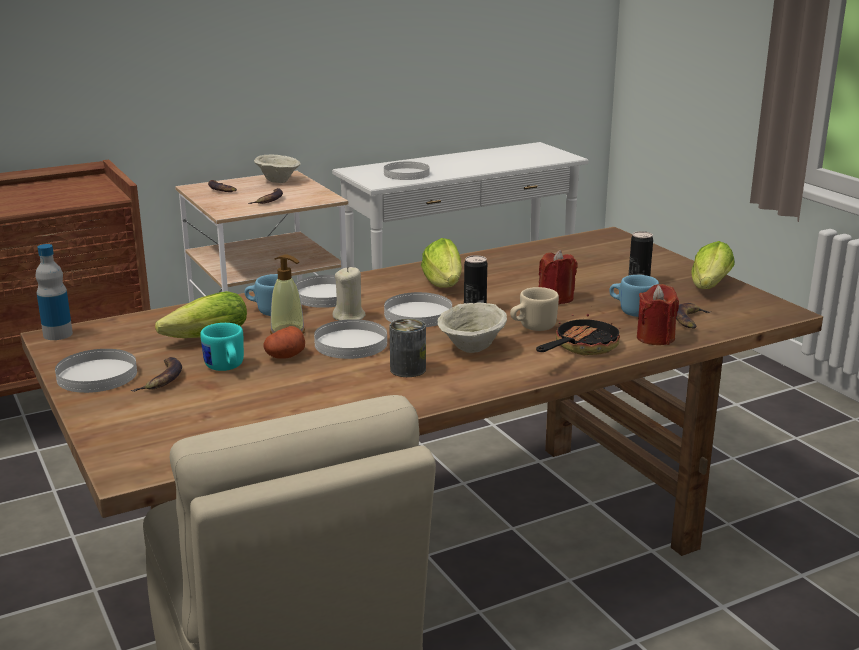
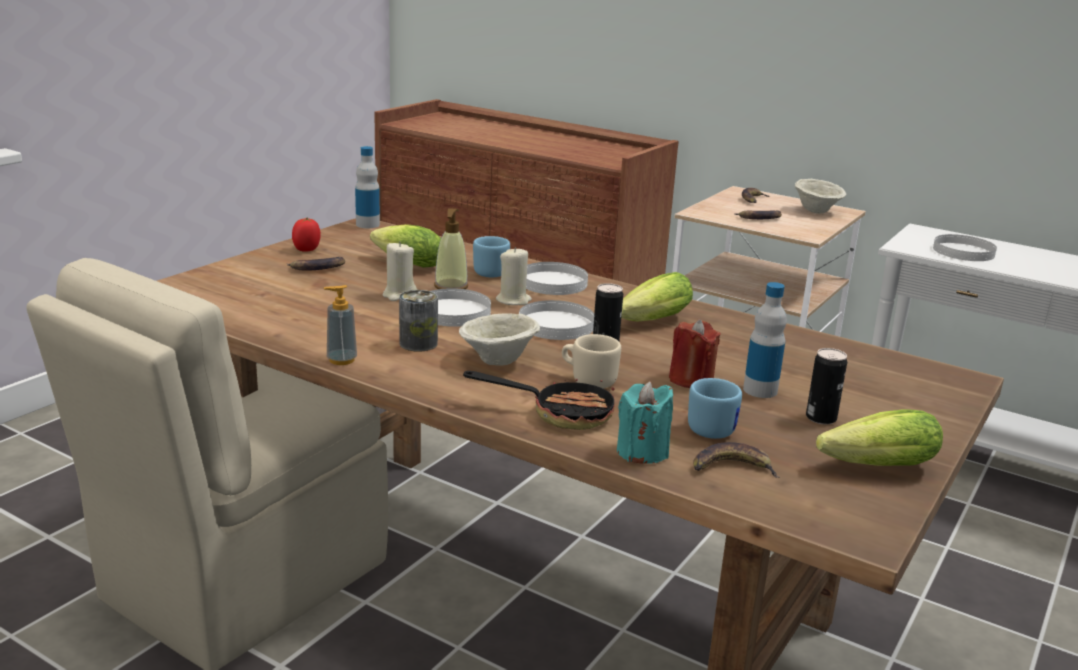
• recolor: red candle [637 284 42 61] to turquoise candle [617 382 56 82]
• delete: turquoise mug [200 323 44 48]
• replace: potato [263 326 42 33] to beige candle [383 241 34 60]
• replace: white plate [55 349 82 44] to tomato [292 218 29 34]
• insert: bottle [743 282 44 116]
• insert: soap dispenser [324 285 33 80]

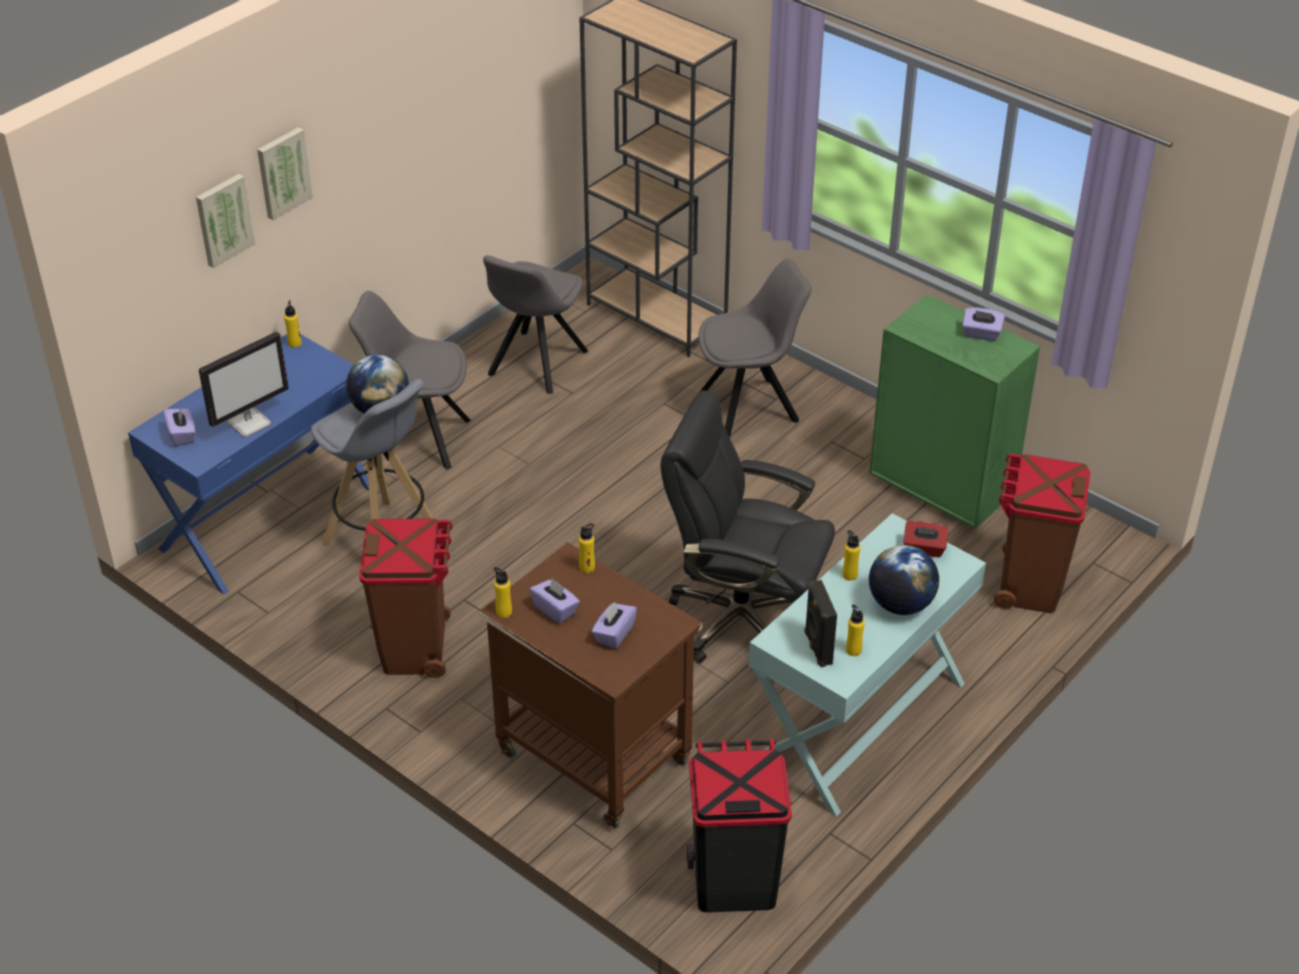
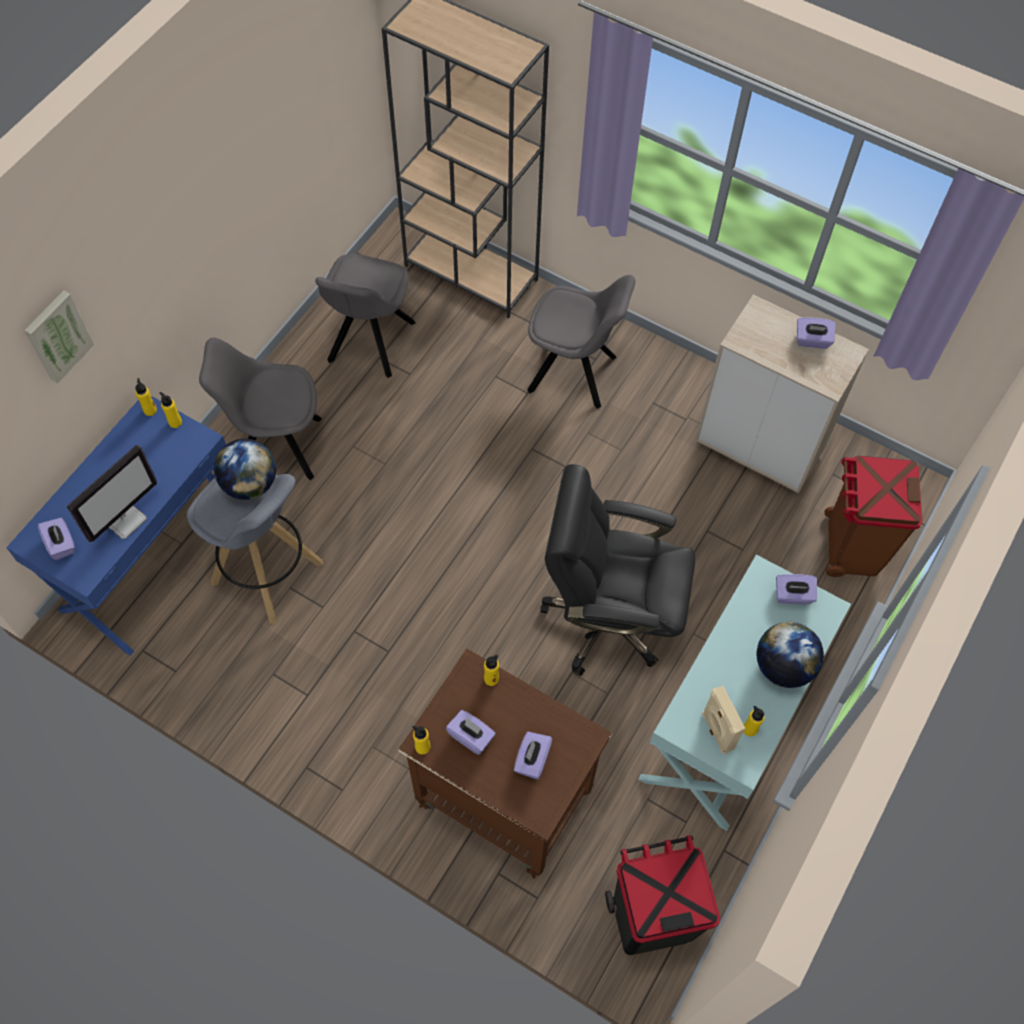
• delete: picture [257 127 56 93]
• rotate: grey chair [699 259 113 179] = [527 275 108 134] 45 degrees clockwise
• recolor: green cabinet [869 294 171 235] to beige cabinet [695 295 174 198]
• delete: brown trash can [359 518 94 160]
• recolor: red tissue box [903 521 46 36] to purple tissue box [776 574 41 30]
• move: yellow bottle [842 530 18 51] to [160 392 22 36]
• recolor: black speaker [804 580 33 87] to beige speaker [702 686 43 68]

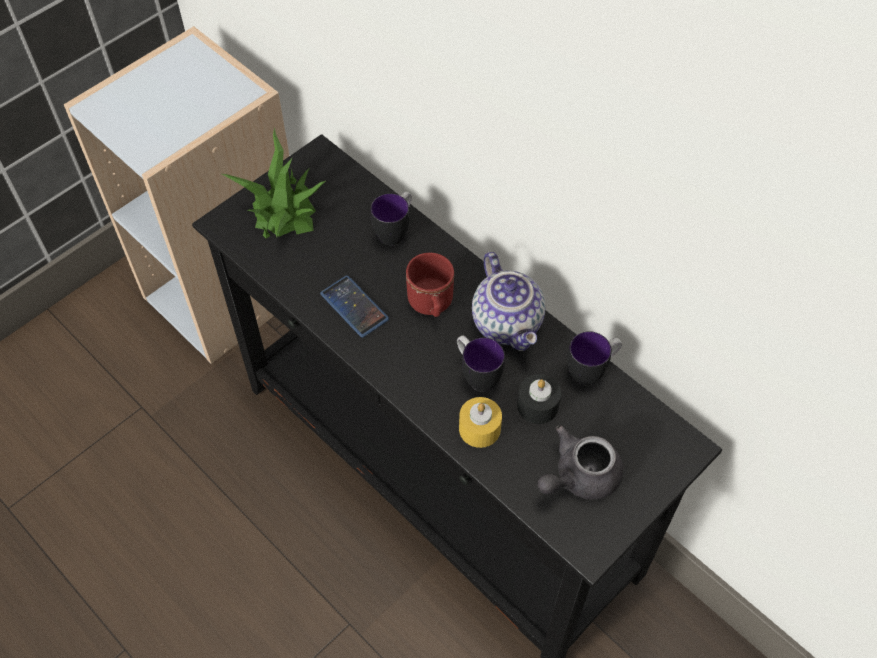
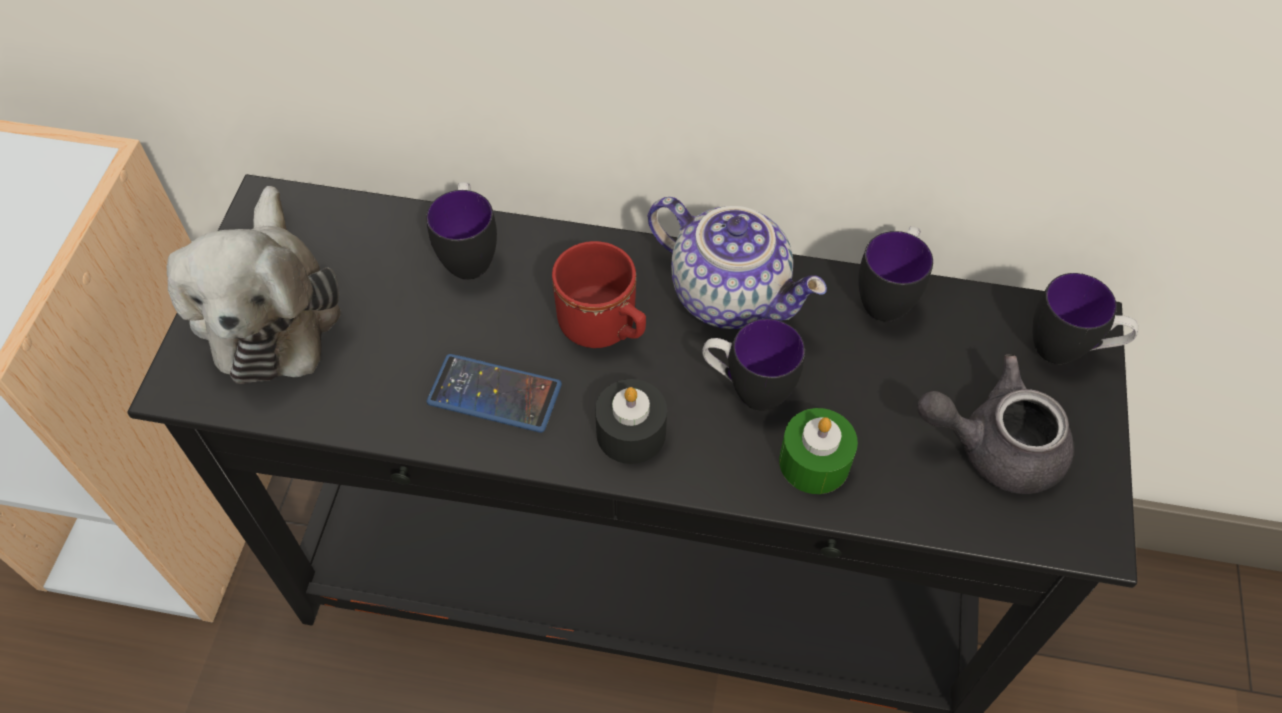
• replace: potted plant [222 128 104 110] to plush toy [167 186 174 198]
• move: black candle [517 374 44 50] to [595 379 72 85]
• recolor: yellow candle [459 397 43 51] to green candle [779 408 79 86]
• rotate: grey teapot [537 425 86 74] = [917 354 157 140] 75 degrees clockwise
• insert: mug [1033 273 105 91]

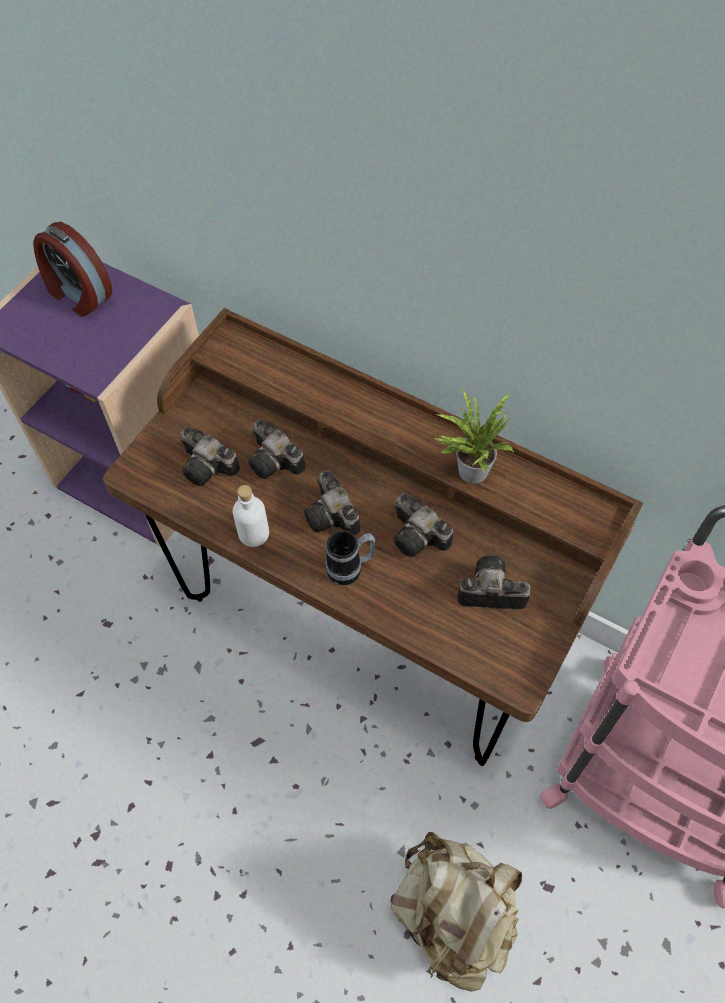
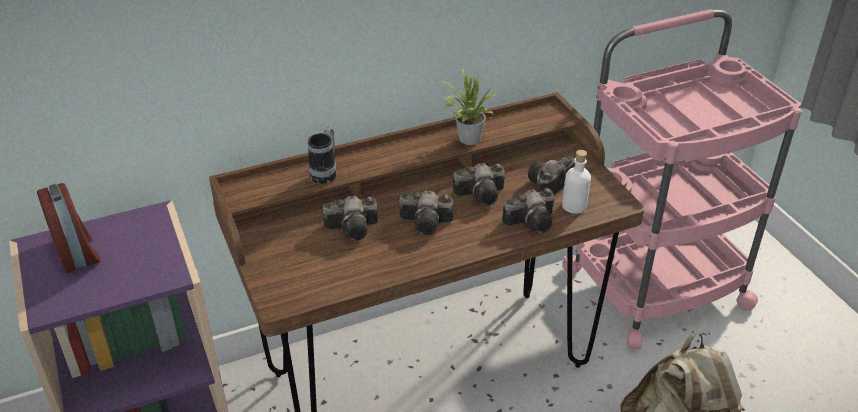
• rotate: alarm clock [33 222 79 95] = [37 183 64 90] 105 degrees counterclockwise
• move: photo camera [180 427 60 59] to [502 188 52 45]
• move: white bottle [233 485 36 62] to [562 150 29 64]
• move: mug [326 530 49 55] to [308 127 28 57]

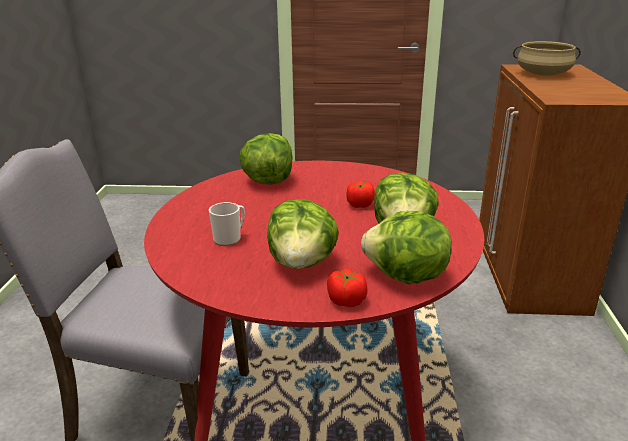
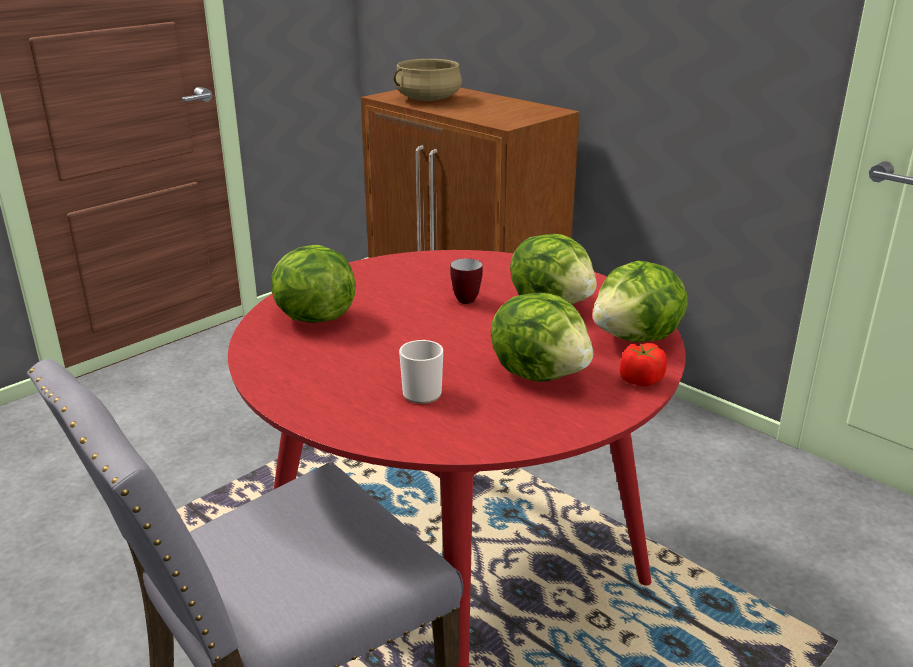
• replace: tomato [346 180 29 28] to mug [450 258 33 46]

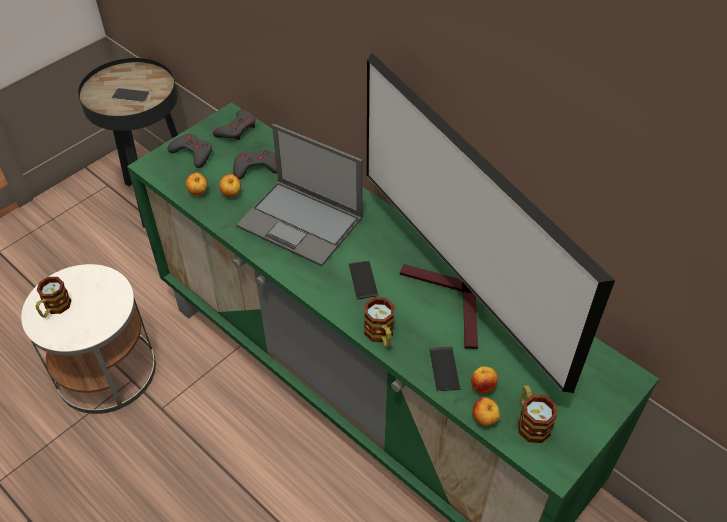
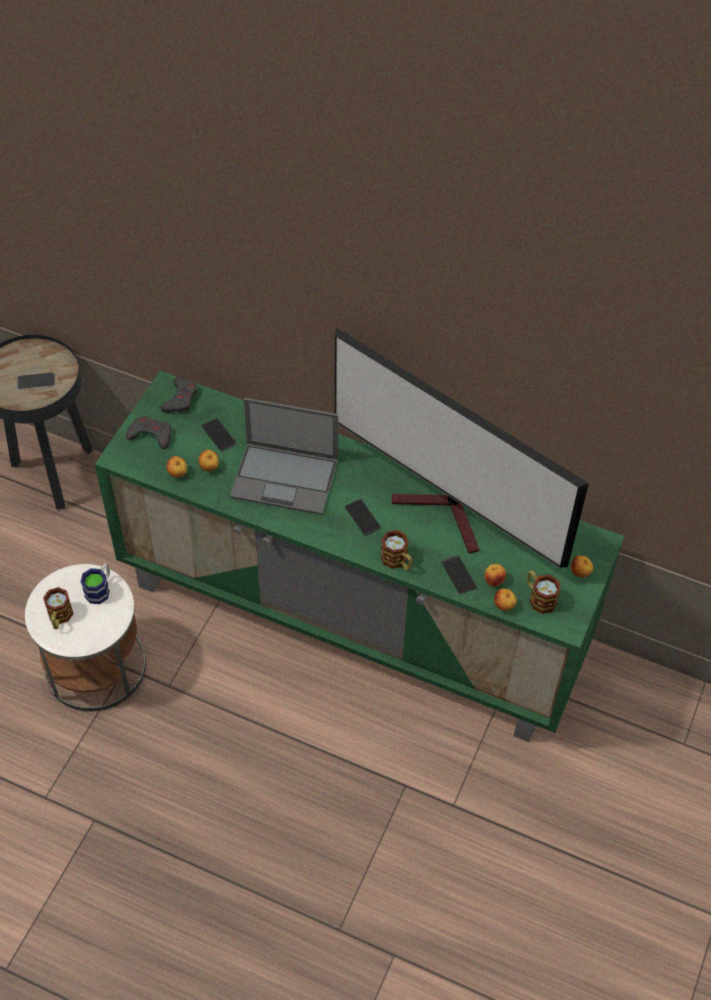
• replace: grey game controller [233 150 44 29] to phone [201 418 36 34]
• insert: apple [571 556 22 22]
• insert: mug [81 563 29 41]

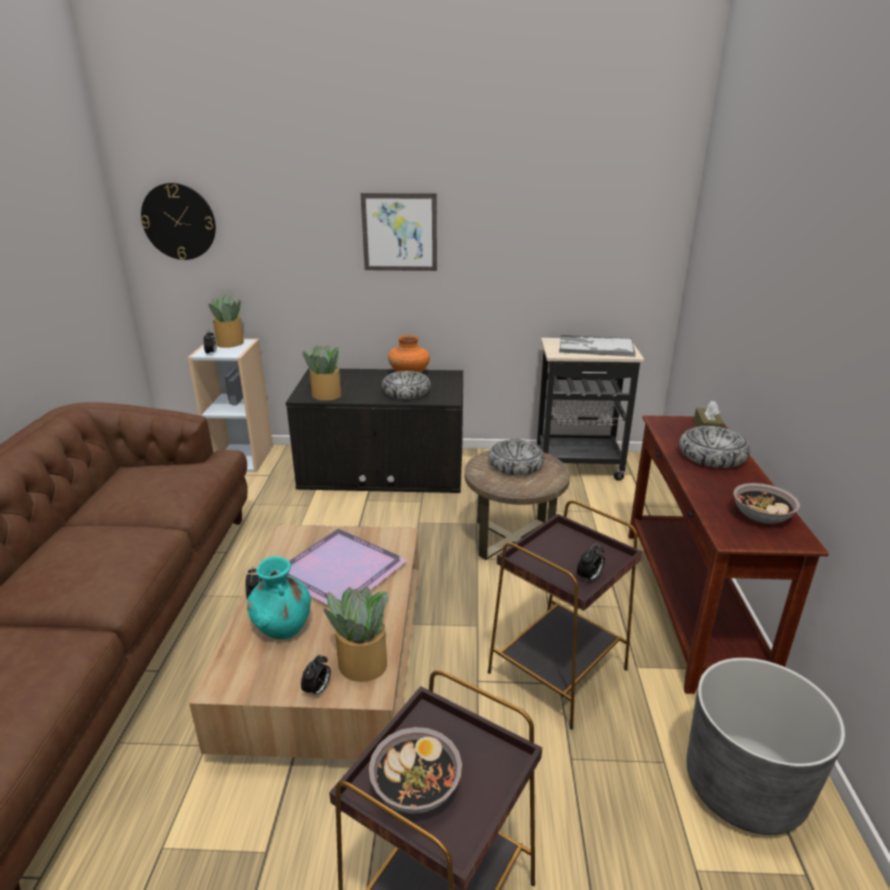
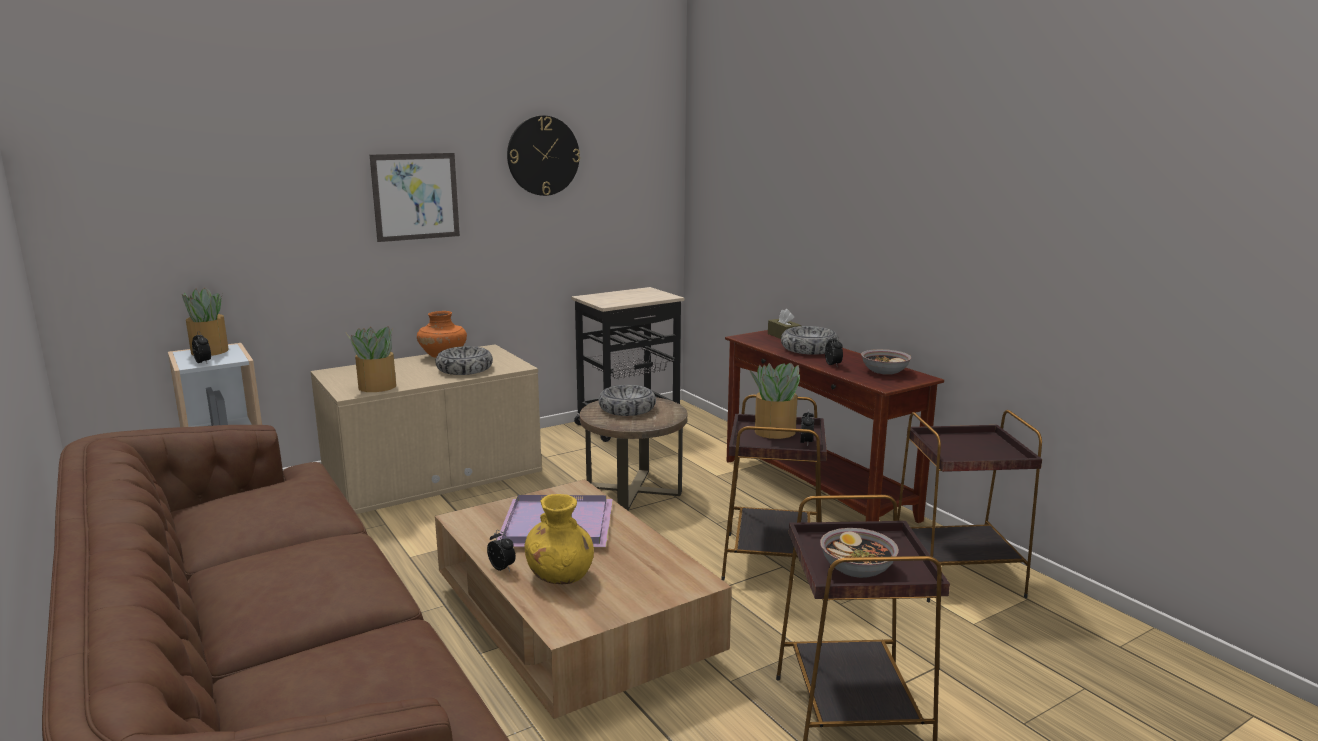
• move: wall clock [141 183 75 77] to [507 116 73 80]
• delete: tray [559 335 77 22]
• recolor: black cabinet [286 368 177 125] to beige cabinet [311 344 231 170]
• recolor: turquoise vase [247 556 64 83] to yellow vase [524 494 70 90]
• move: potted plant [324 587 64 95] to [750 363 50 76]
• move: alarm clock [301 654 30 44] to [825 335 18 30]
• replace: grey planter [687 658 158 177] to brown side table [897 410 145 192]

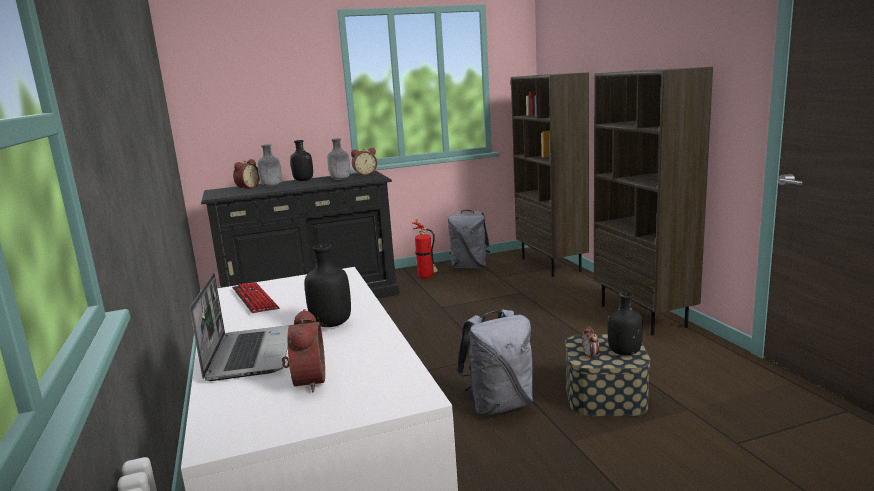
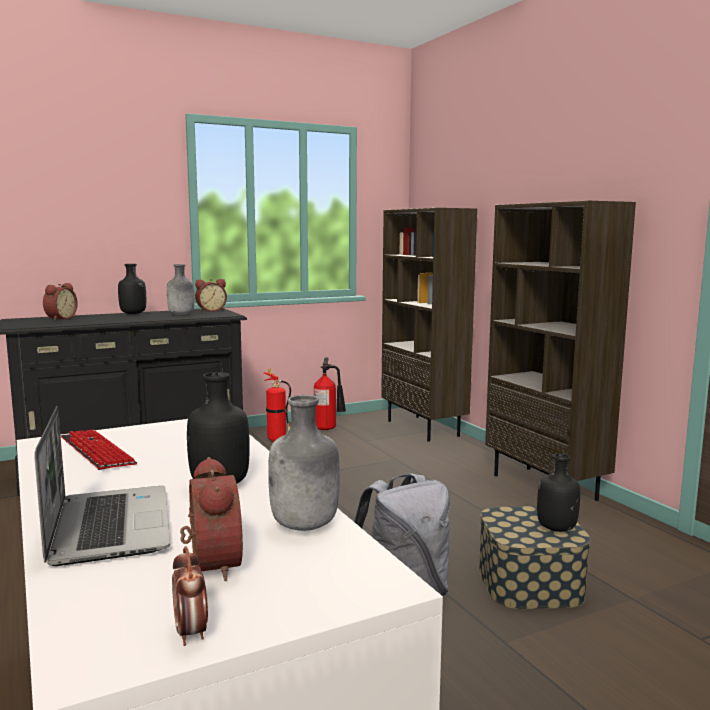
• move: grey bottle [258 144 24 43] to [268 395 71 136]
• replace: grey backpack [448 210 42 58] to fire extinguisher [314 357 32 73]
• move: alarm clock [582 326 17 33] to [172 546 36 100]

